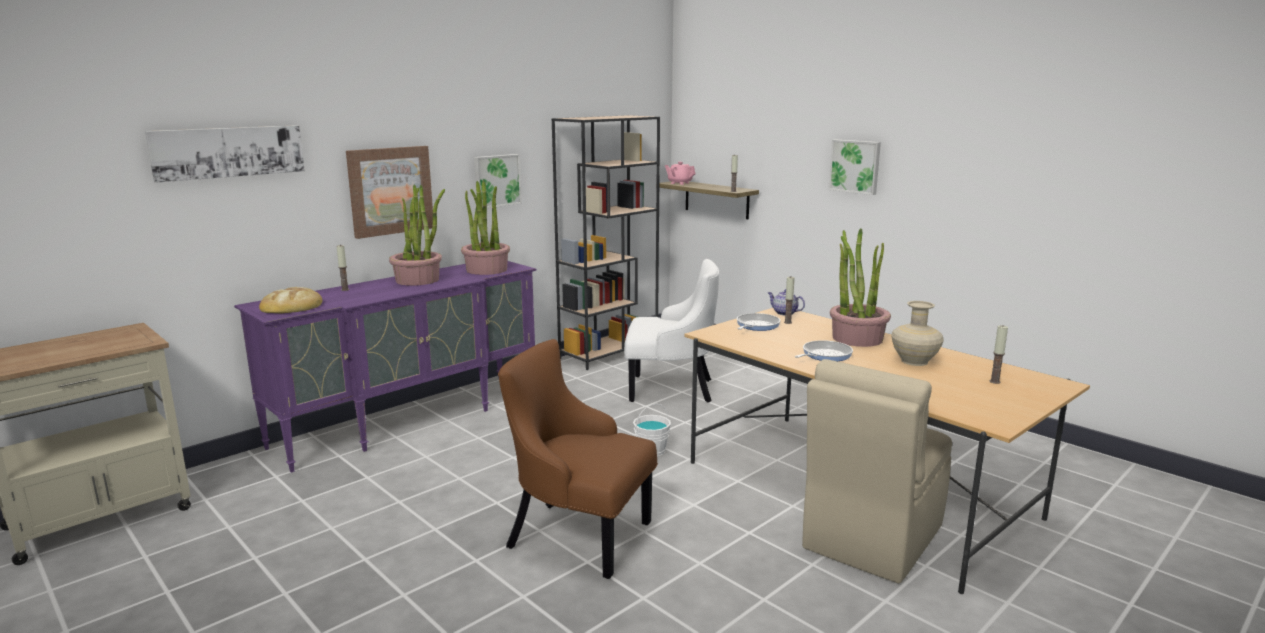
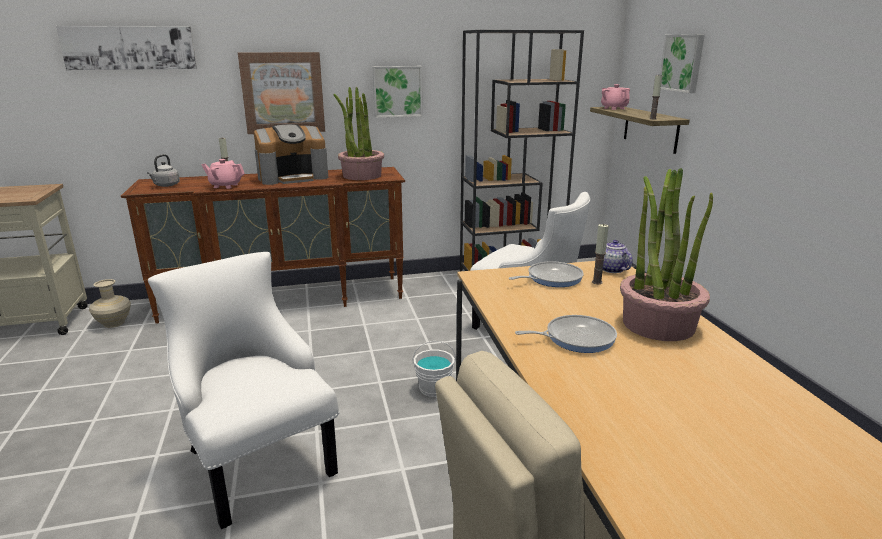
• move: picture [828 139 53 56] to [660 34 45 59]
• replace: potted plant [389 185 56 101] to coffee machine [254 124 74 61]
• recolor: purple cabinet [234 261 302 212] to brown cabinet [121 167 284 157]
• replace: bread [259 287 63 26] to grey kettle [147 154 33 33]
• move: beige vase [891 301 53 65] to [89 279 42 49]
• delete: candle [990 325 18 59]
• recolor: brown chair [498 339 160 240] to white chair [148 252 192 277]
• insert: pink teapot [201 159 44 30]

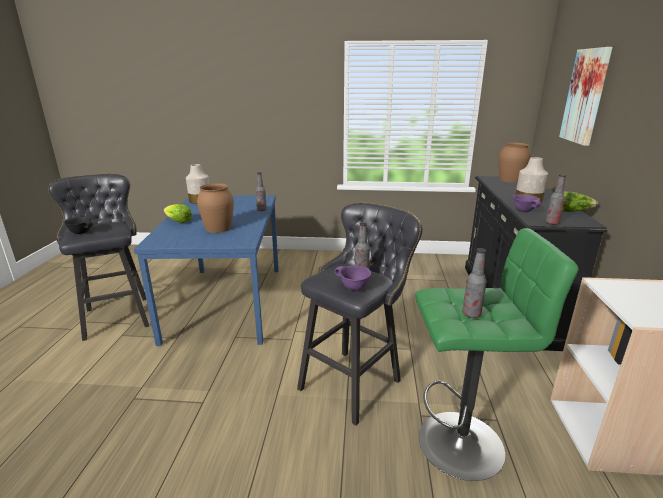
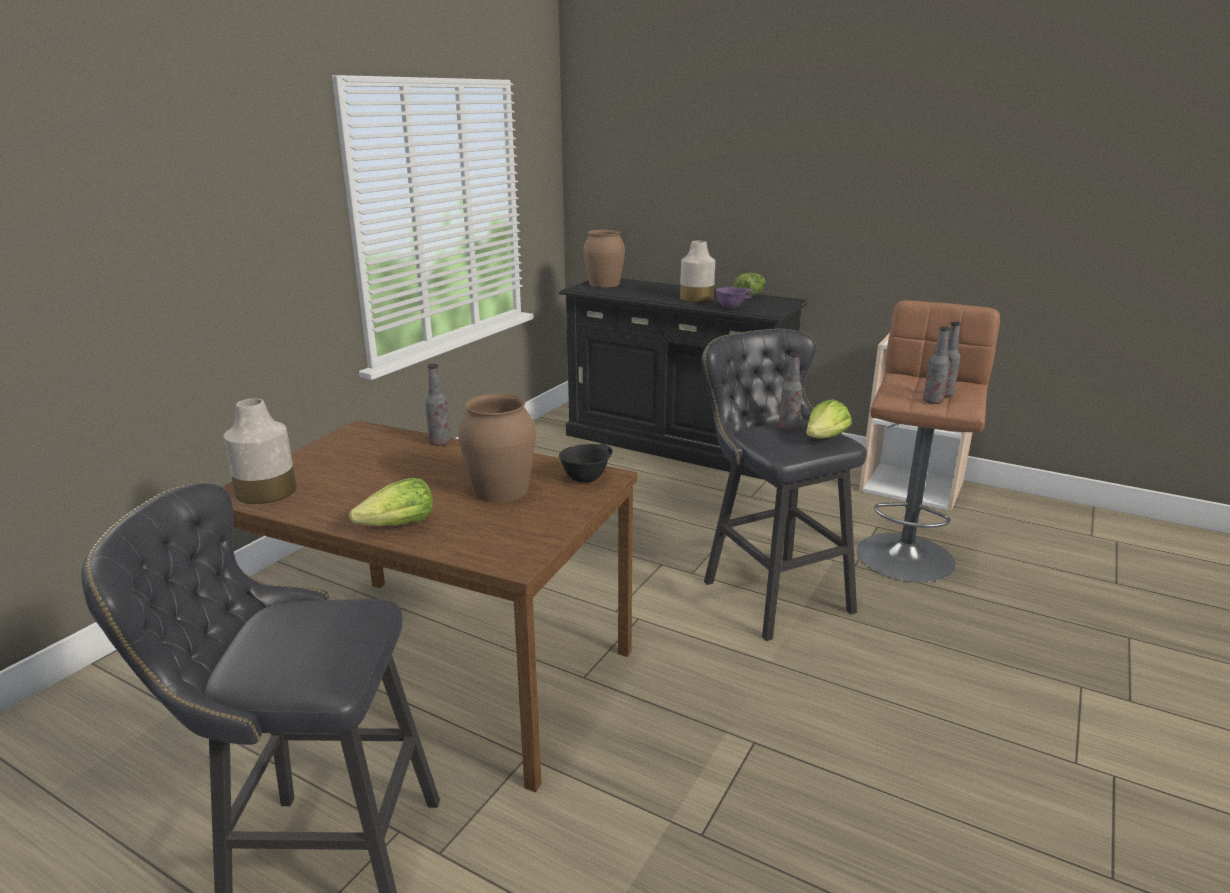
• delete: picture [559 47 54 99]
• move: bottle [545 174 21 51] to [923 327 27 77]
• recolor: blue dining table [134 195 145 151] to brown dining table [223 420 414 372]
• move: black bowl [64 217 29 17] to [559 444 54 39]
• recolor: green stool [416 228 163 253] to brown stool [857 300 143 282]
• replace: purple bowl [334 265 37 26] to lettuce [806 399 46 40]

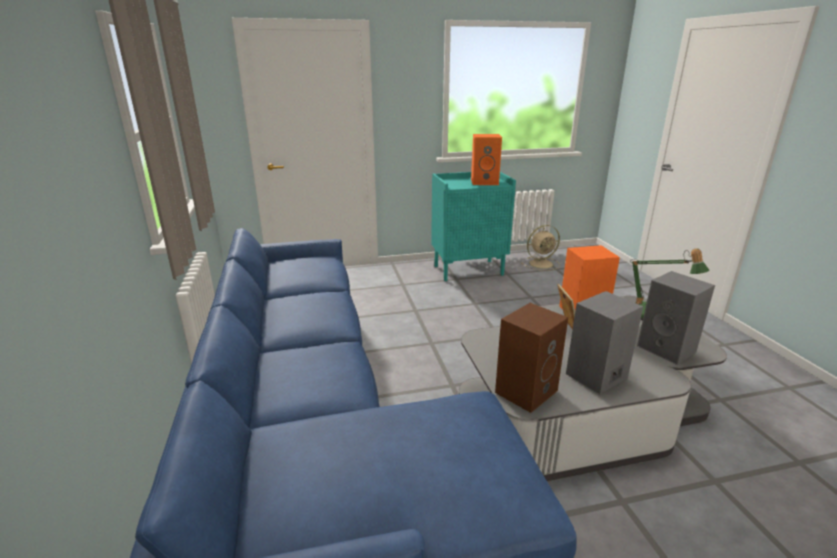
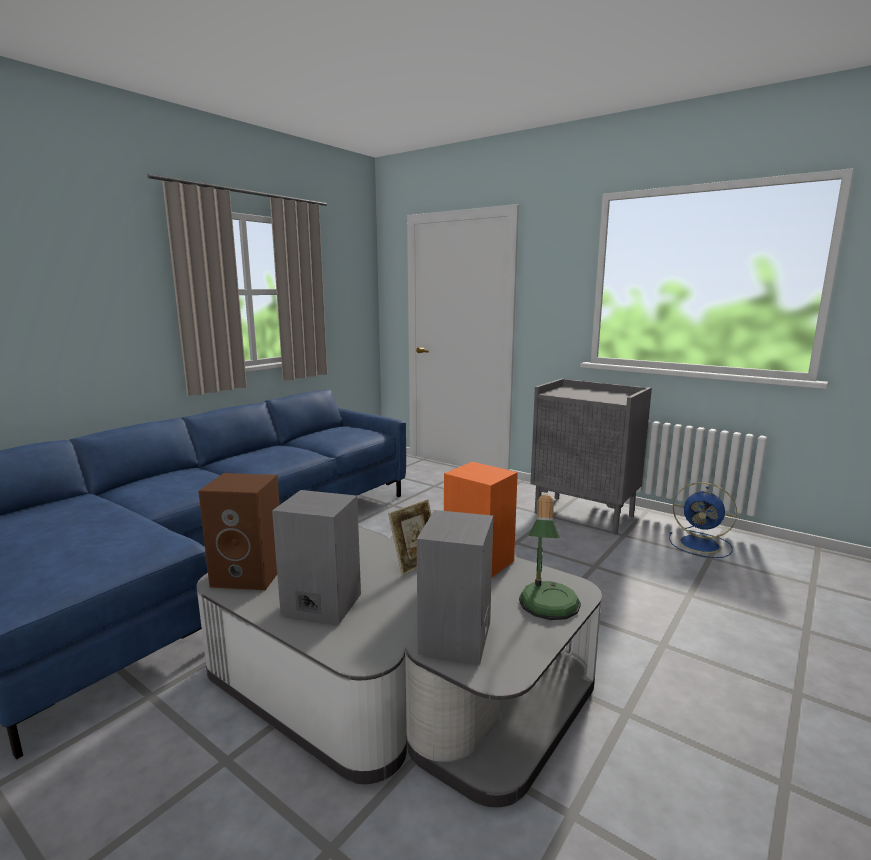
• delete: orange speaker [471 134 31 51]
• recolor: turquoise cabinet [431 172 85 109] to grey cabinet [530 378 122 156]
• recolor: beige fan [521 225 39 46] to blue fan [669 482 68 76]

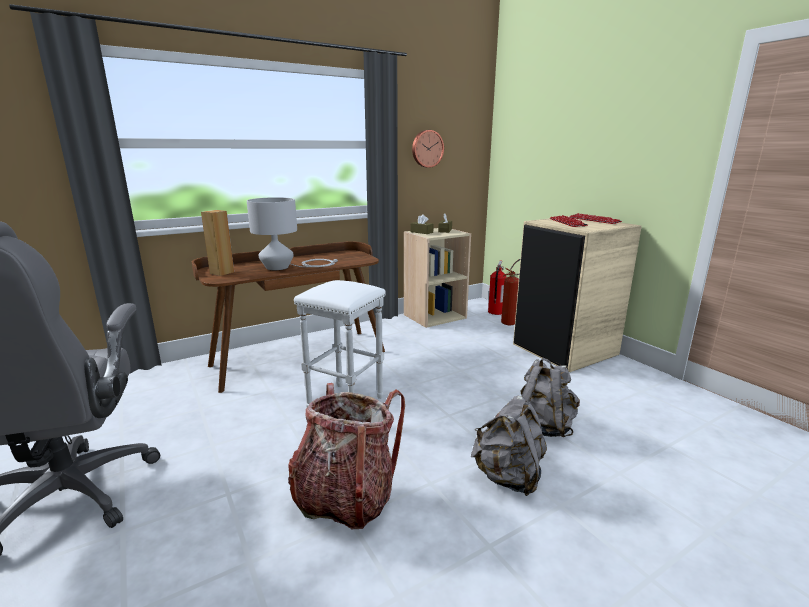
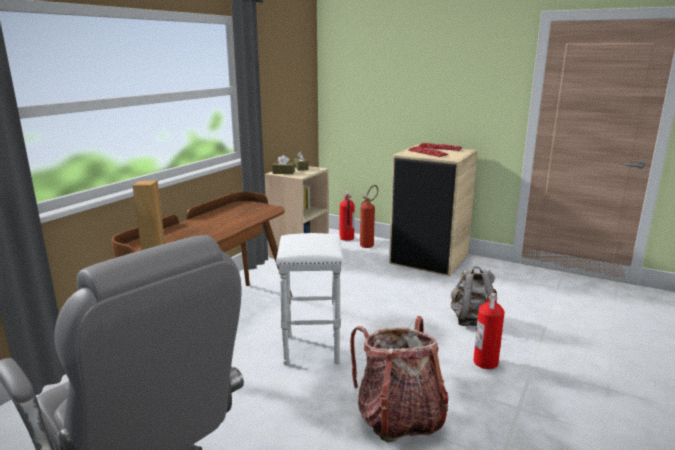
• delete: wall clock [412 130 32 38]
• delete: grey table lamp [247 197 91 73]
• replace: grey backpack [471 396 76 100] to fire extinguisher [473 292 32 77]

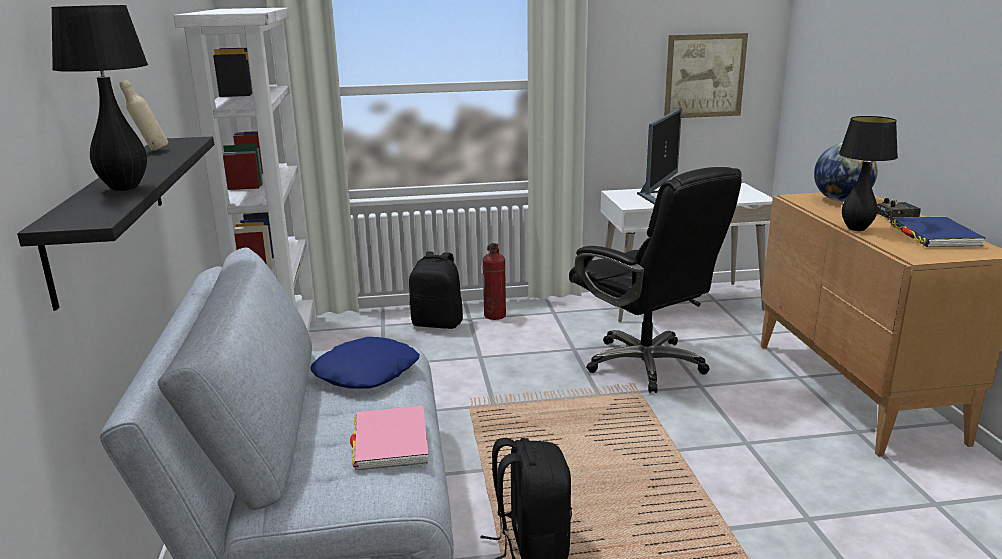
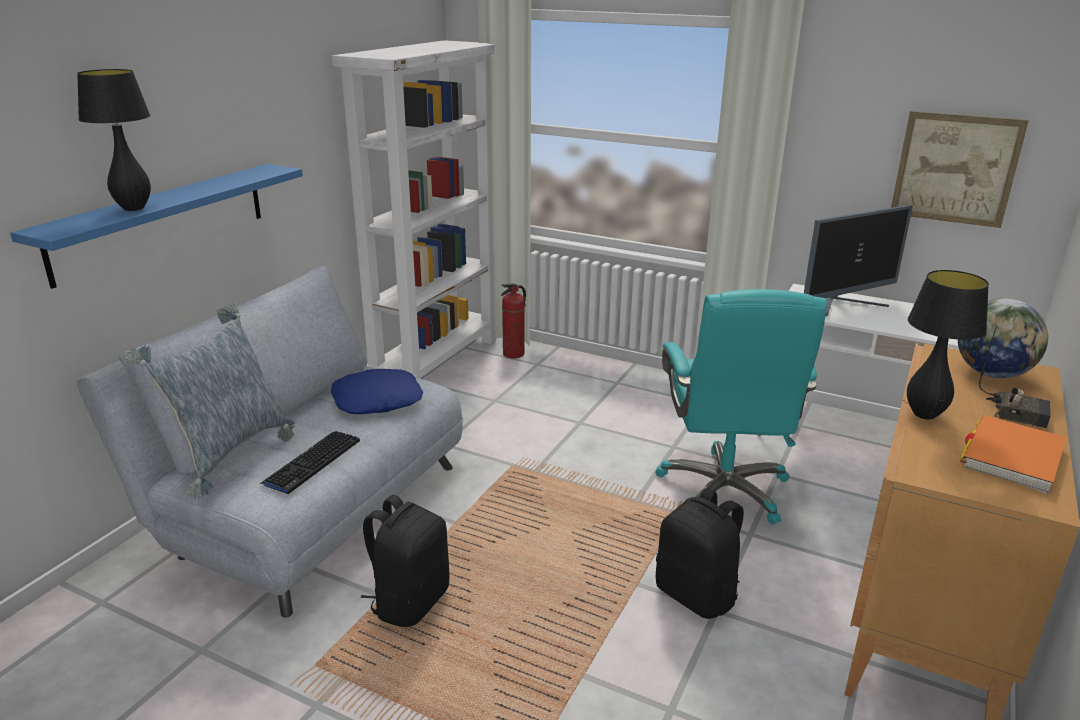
• delete: beige bottle [119 80 49 71]
• recolor: black shelf [17 137 197 174] to blue shelf [10 164 293 125]
• recolor: black office chair [569 167 173 226] to turquoise office chair [655 289 172 236]
• recolor: blue book [890 217 95 31] to orange book [960 415 107 79]
• move: fire extinguisher [483 243 23 77] to [501 283 25 76]
• move: black backpack [409 252 54 77] to [656 488 88 131]
• replace: pink book [350 406 78 64] to keyboard [260 431 100 63]
• insert: pillow [123 302 172 198]

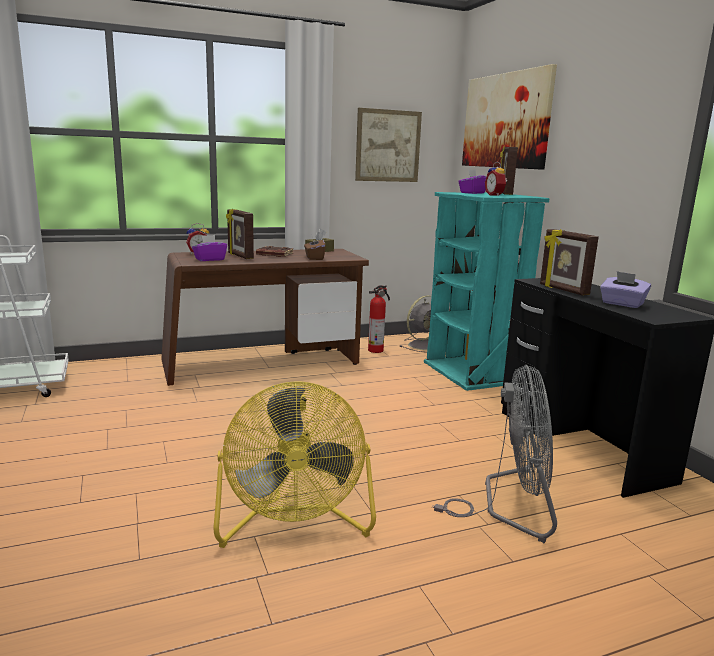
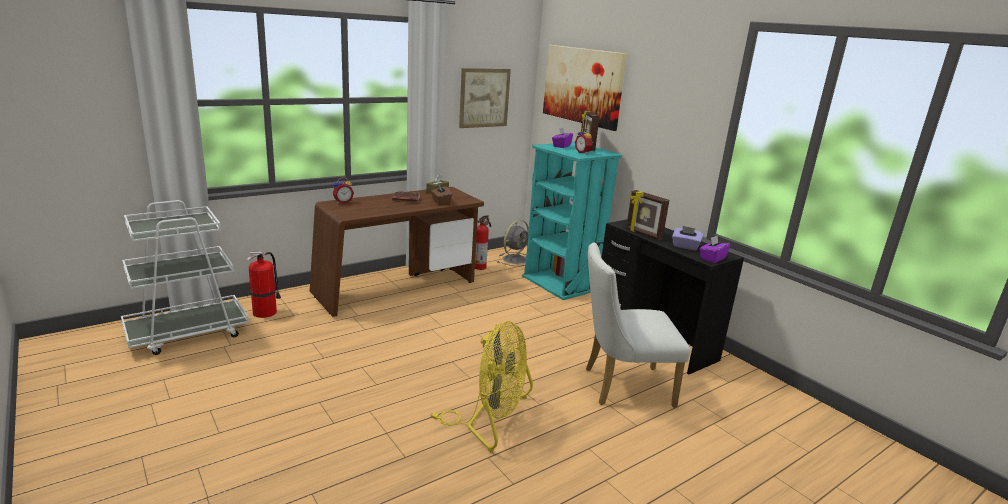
• delete: picture frame [226 209 28 50]
• move: purple tissue box [192 235 35 26] to [700 235 30 28]
• replace: grey fan [432 365 125 178] to white chair [586 243 105 165]
• rotate: yellow fan [213 382 163 166] = [430 321 103 132] 45 degrees counterclockwise
• insert: fire extinguisher [247 251 34 67]

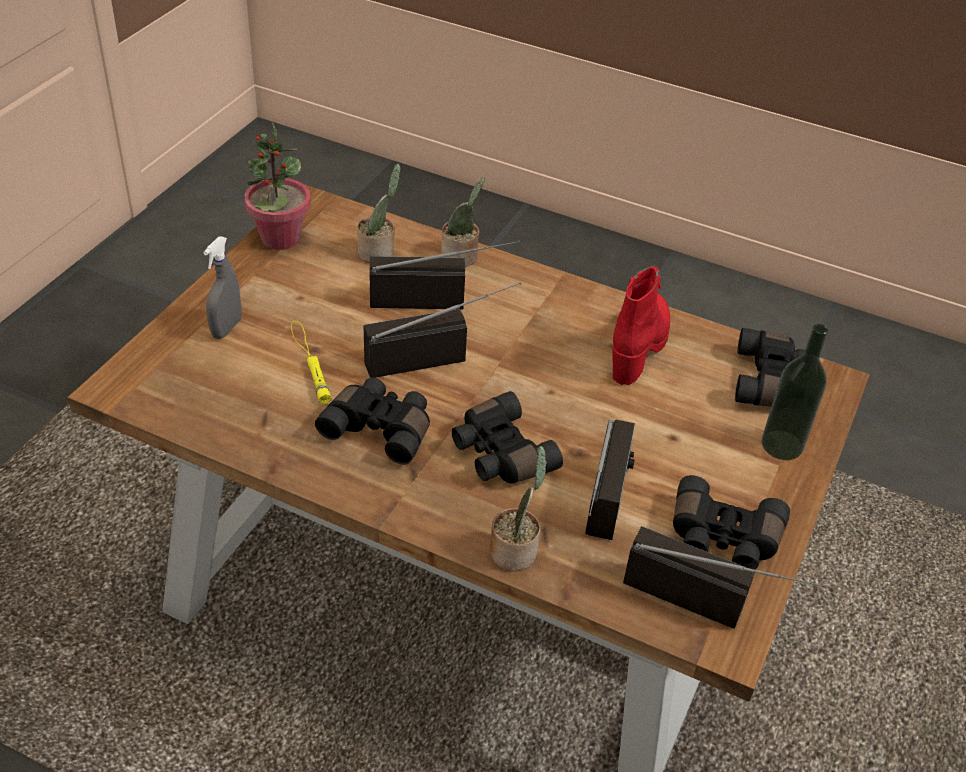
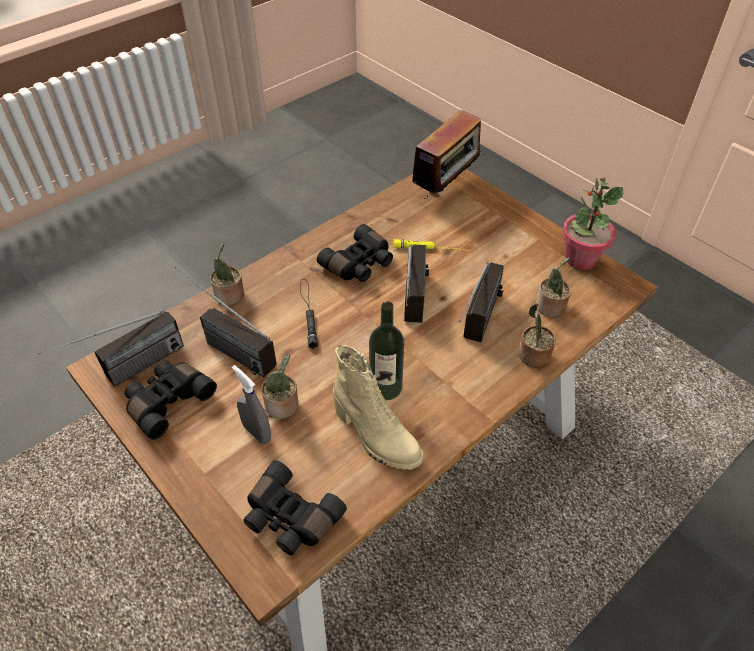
• move: grey spray bottle [203 236 39 103] to [232 365 39 79]
• recolor: red boot [612 266 58 119] to beige boot [333 345 90 125]
• move: bottle [762 324 66 136] to [369 301 35 99]
• replace: black binoculars [452 391 111 93] to black flashlight [300 279 18 70]
• insert: radio [412 110 73 89]
• insert: potted plant [262 354 36 65]

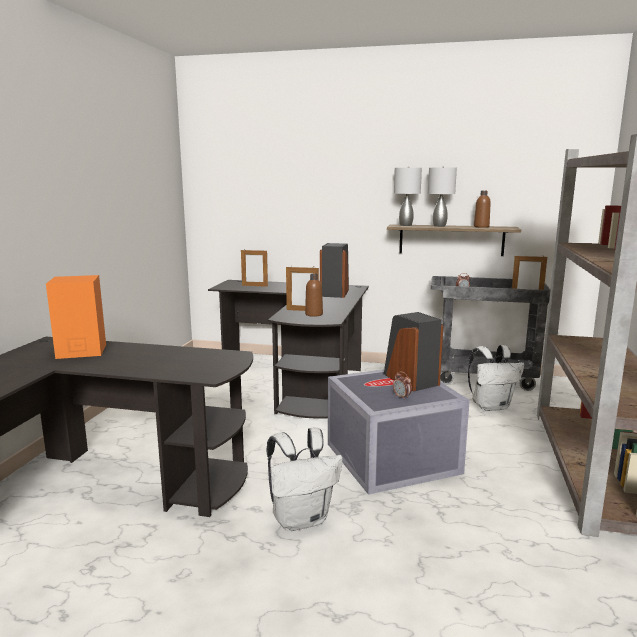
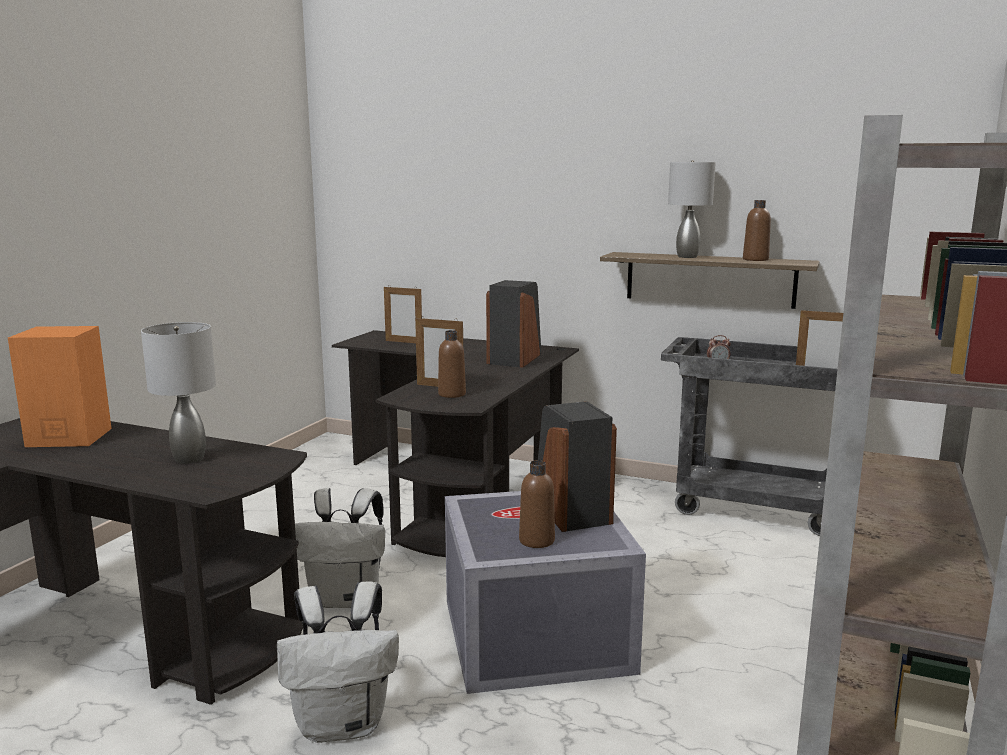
• move: grey table lamp [394 167 28 59] to [141 322 75 142]
• move: white backpack [468 345 56 66] to [295 488 90 120]
• replace: alarm clock [393 371 19 29] to brown bottle [519 460 36 88]

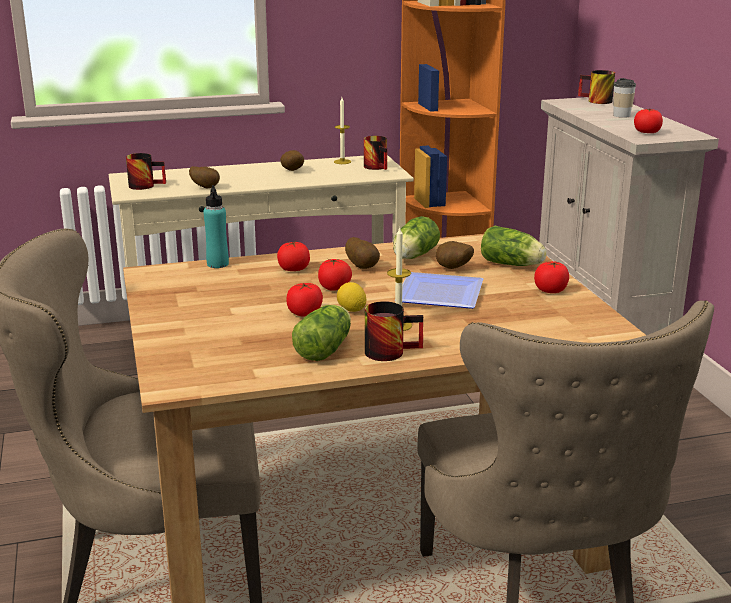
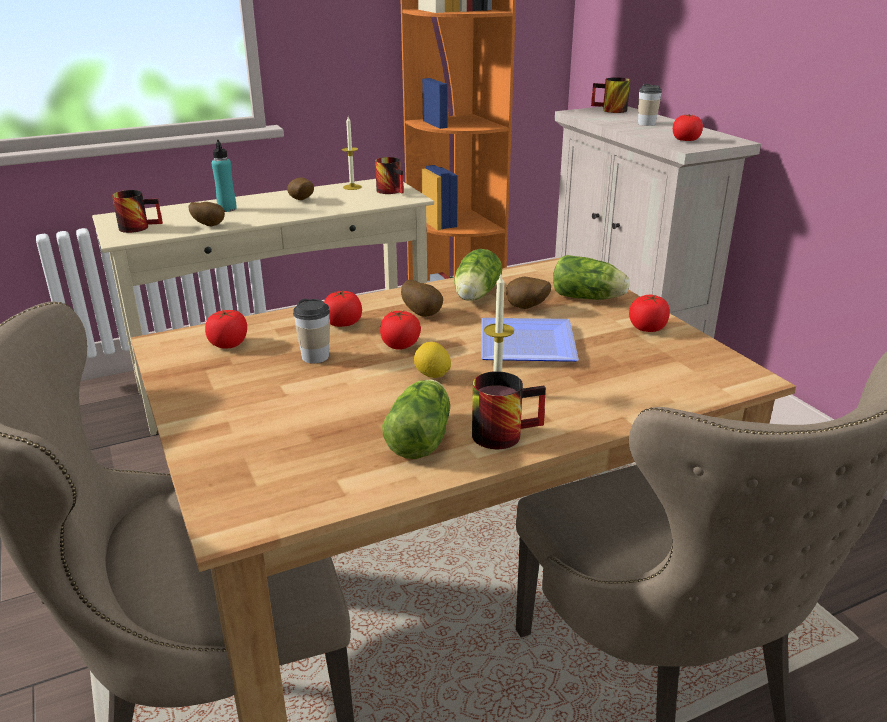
• move: turquoise bottle [203 185 26 83] to [212 140 25 72]
• move: tomato [286 283 37 33] to [205 310 42 38]
• insert: cup [293 299 37 64]

